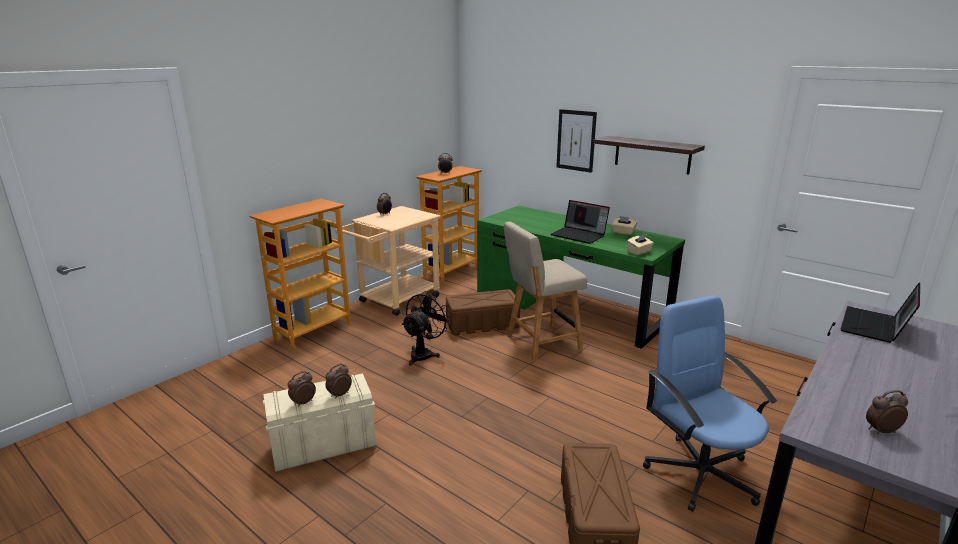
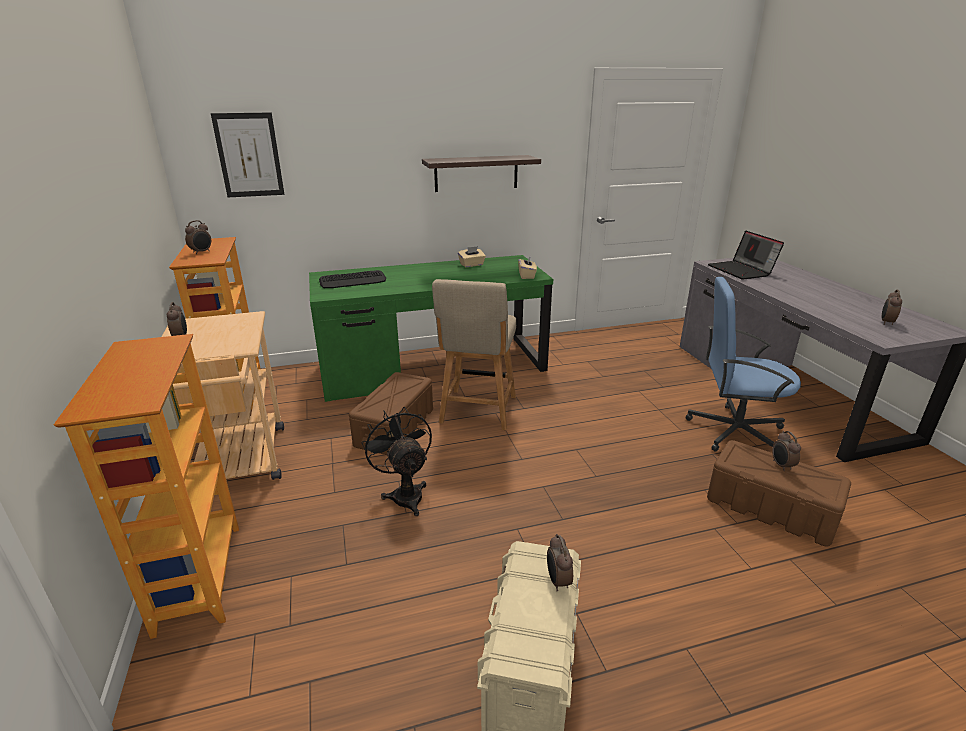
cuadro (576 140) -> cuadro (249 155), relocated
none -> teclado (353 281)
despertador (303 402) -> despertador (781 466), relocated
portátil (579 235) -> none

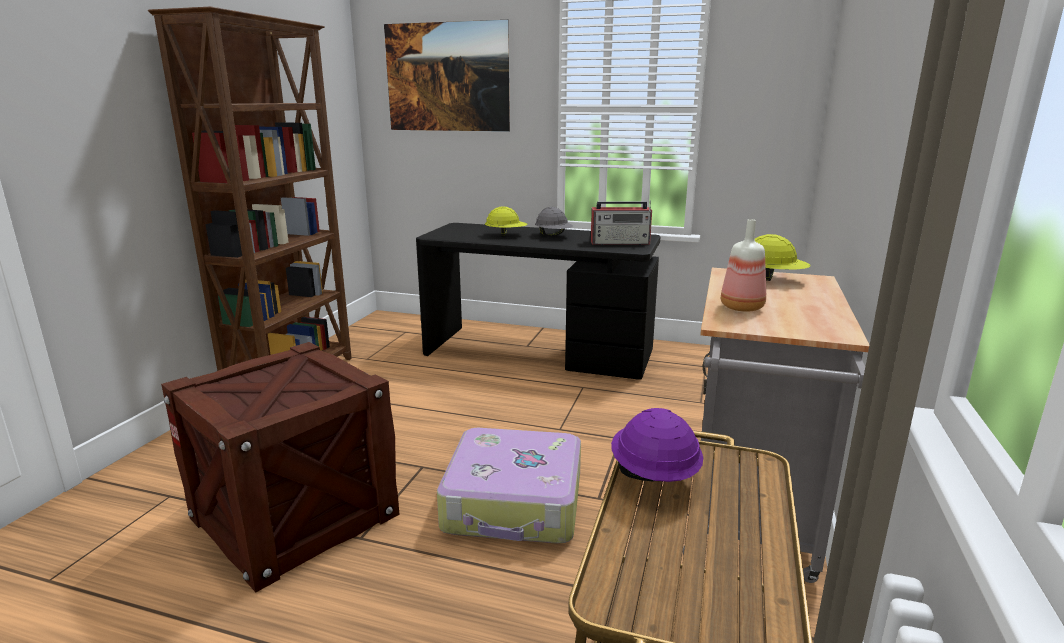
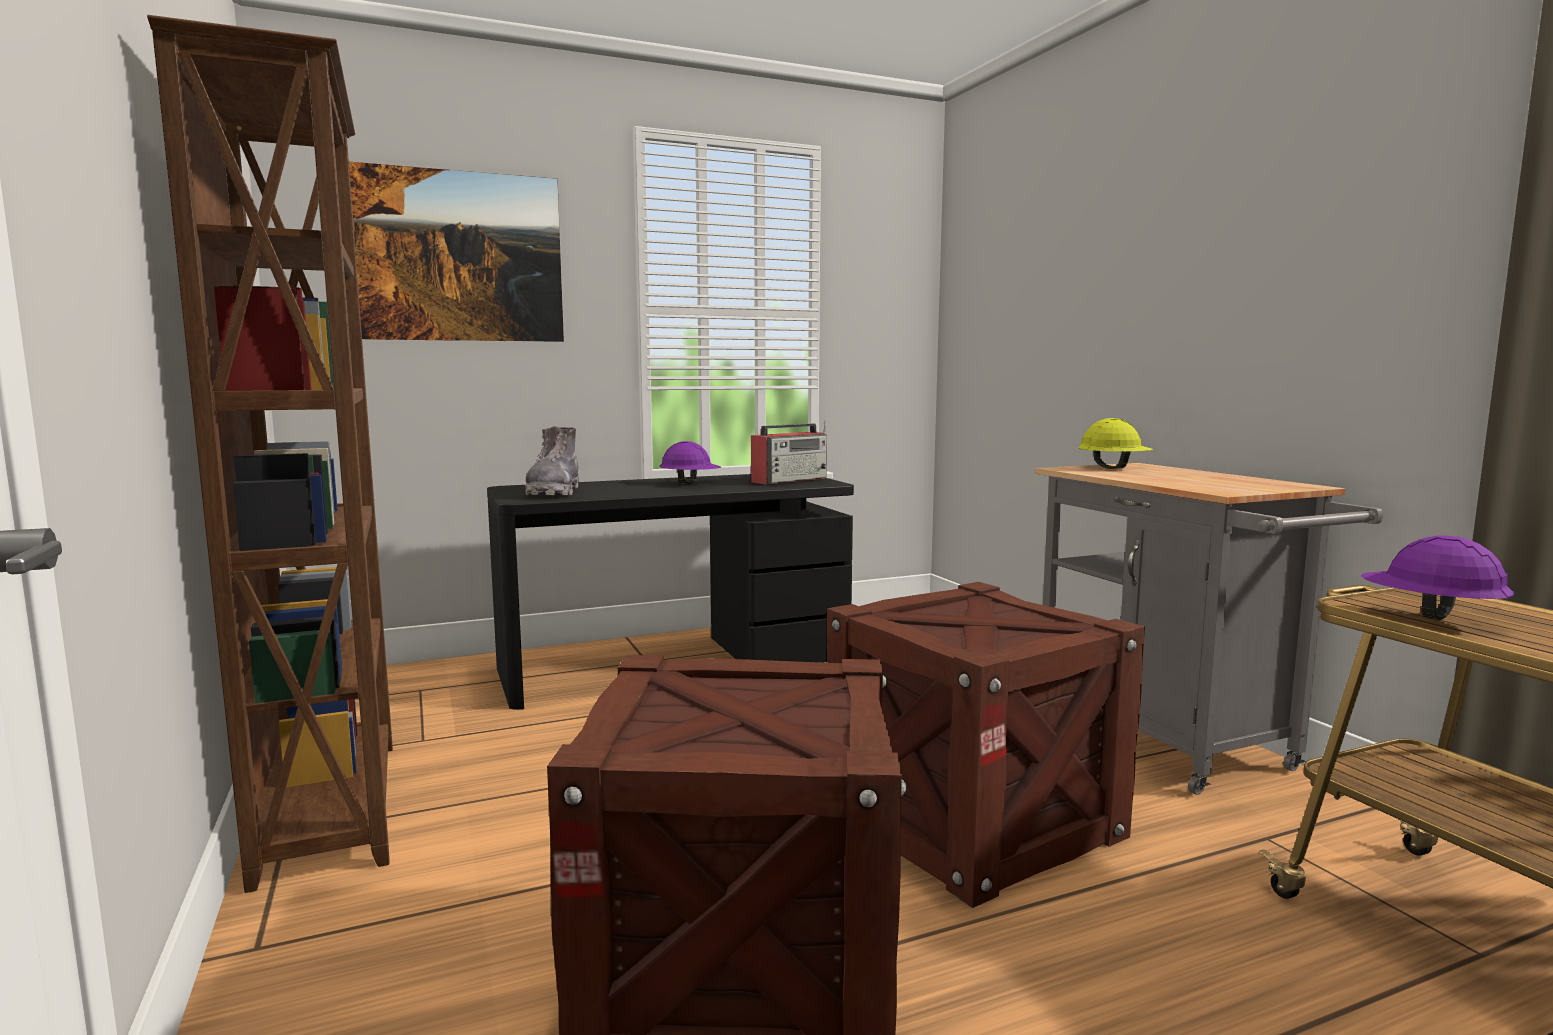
none -> bota (gris) (554 492)
casco (gris) (553 236) -> casco (morado) (690 483)
maleta (515 503) -> caja de embalaje (971 820)
casco (amarillo) (506 235) -> none
botella (742 307) -> none

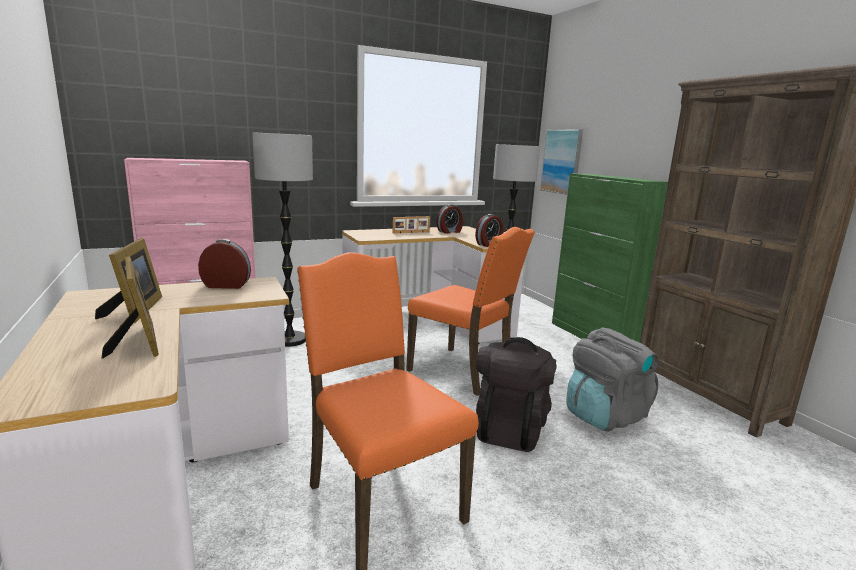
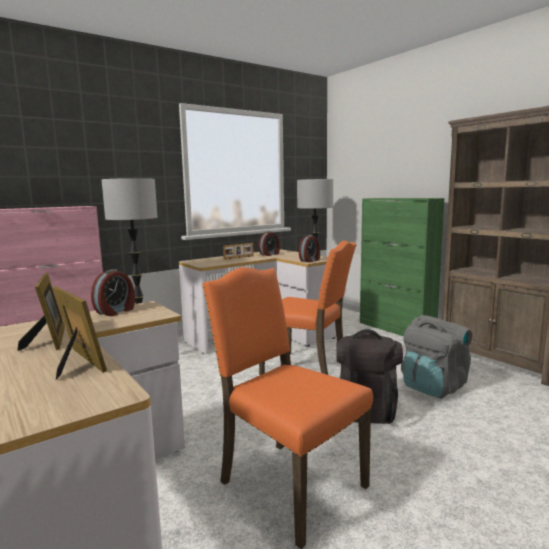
despertador (226 285) -> despertador (116 311), 135 degrees clockwise
cuadro (562 161) -> none

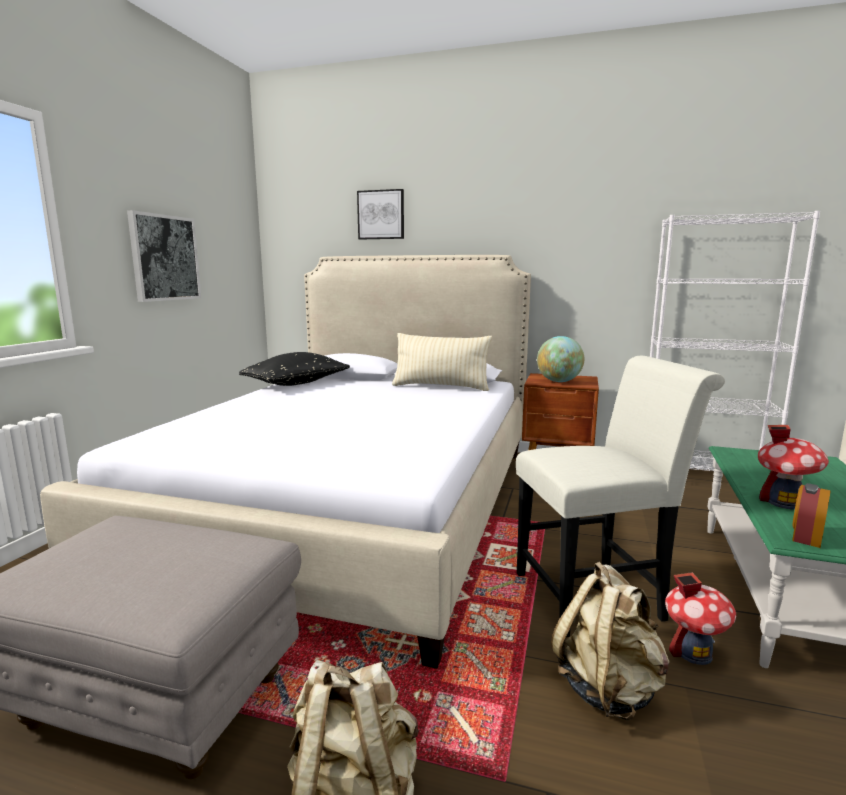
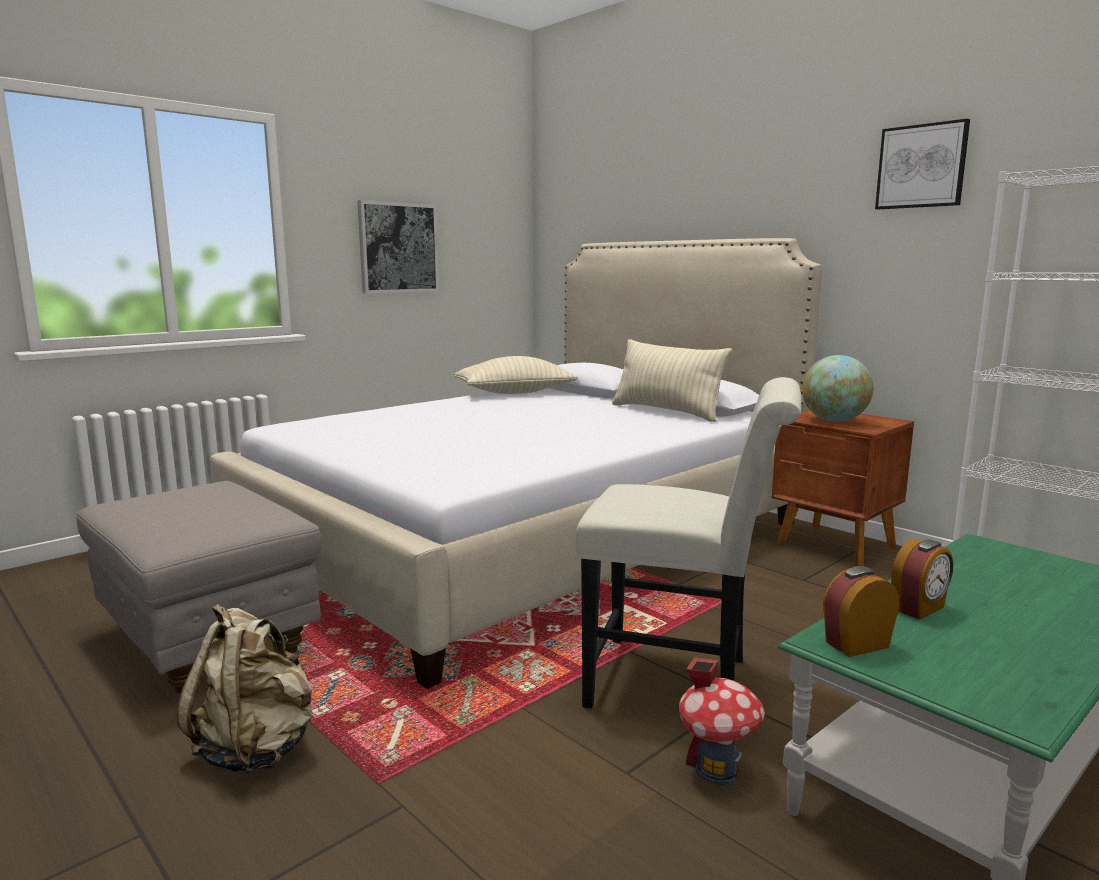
cojín (negro) (297 383) -> cojín (beis) (515 393)
cuadro (381 215) -> cuadro (921 166), relocated
casita (784 502) -> despertador (918 608)
mochila (beis) (608 687) -> none

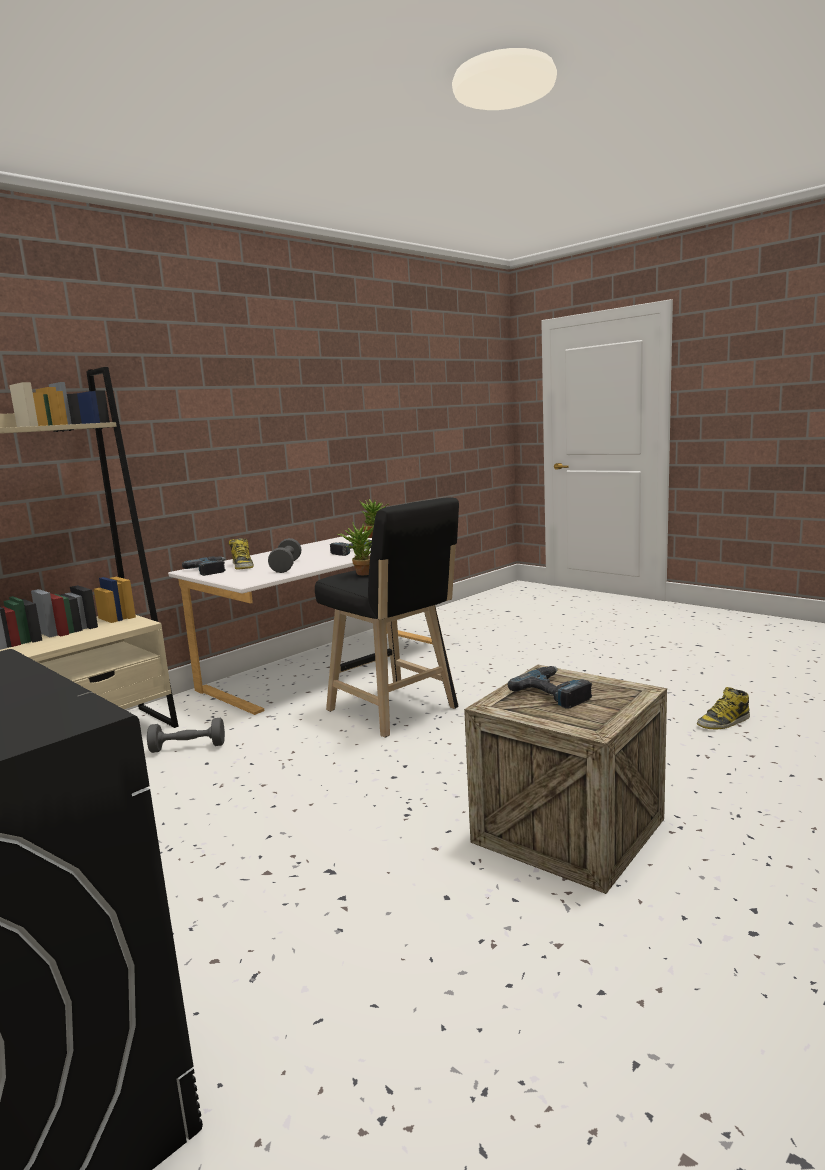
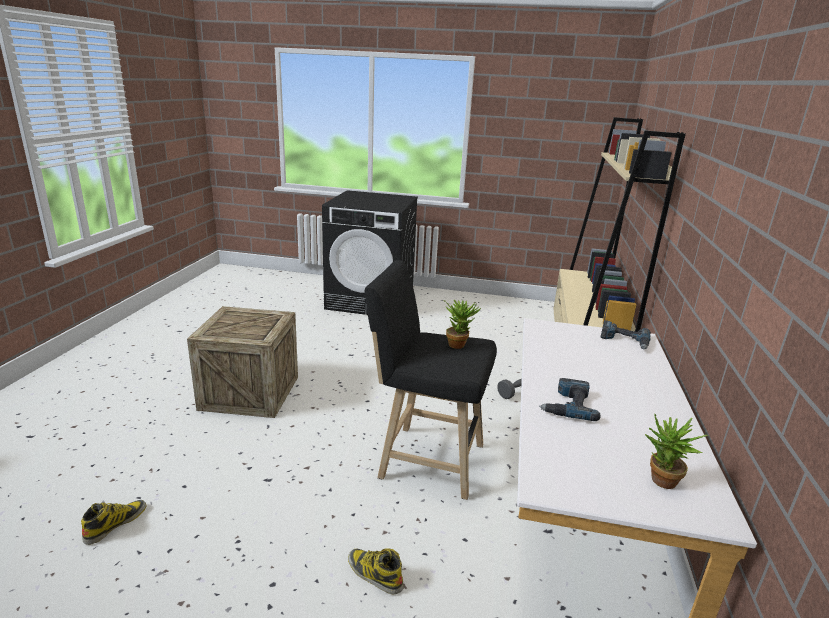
bota (242 566) -> bota (374 574), relocated
mancuerna (gris) (286 566) -> none
taladro (555 692) -> none

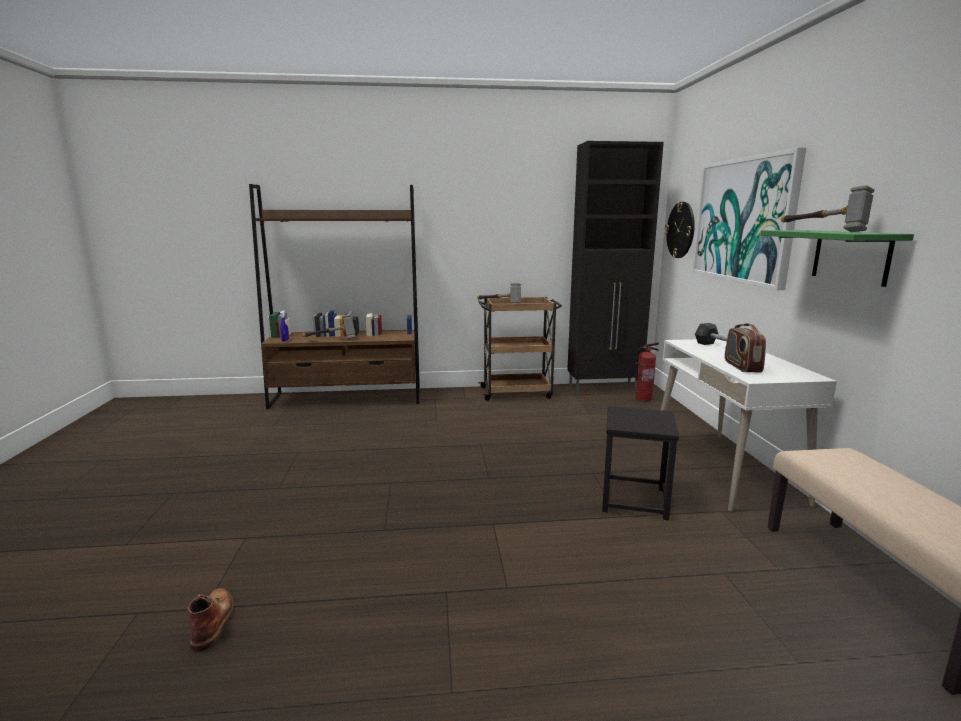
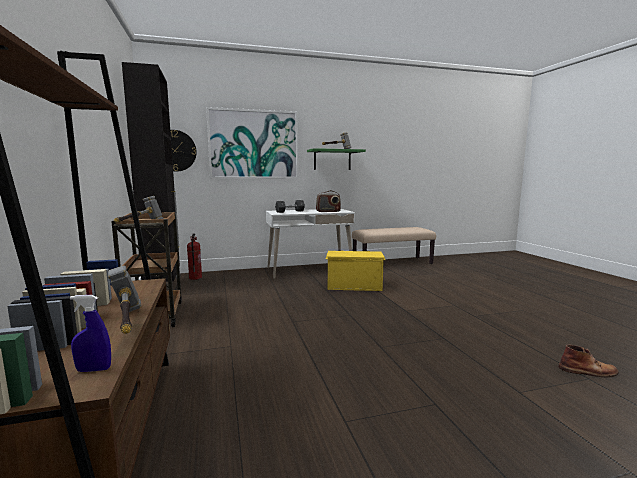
taburete (negro) (633 499) -> caja de almacenaje (amarillo) (354 285)
bota (marrón) (213 620) -> bota (marrón) (588 371), 150 degrees counterclockwise

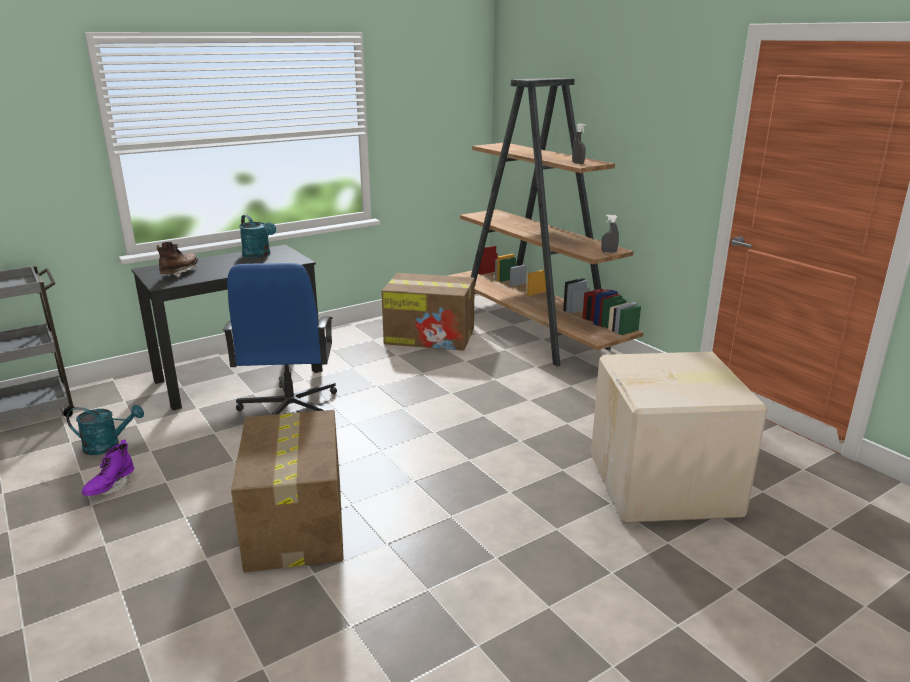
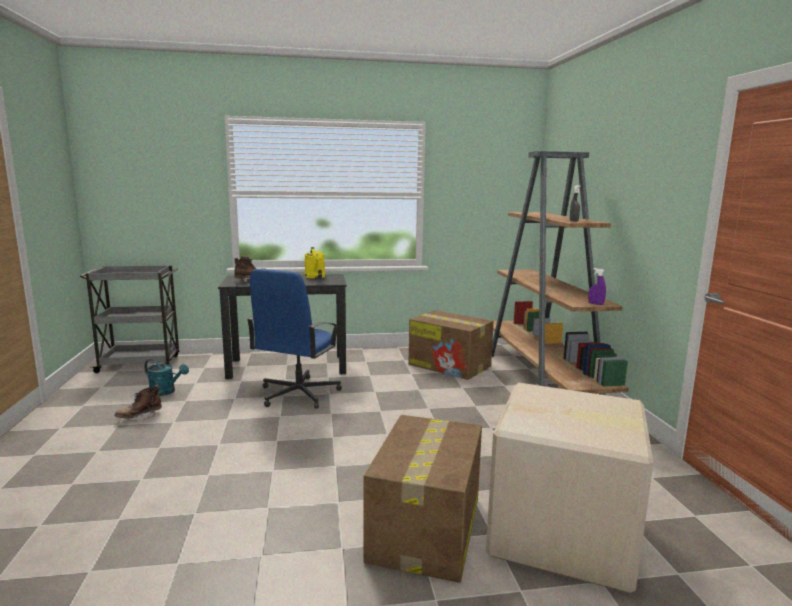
bota (morado) (110 487) -> bota (marrón) (139 417)
regadera (turquesa) (259 255) -> regadera (amarillo) (315 277)
caja de cartón (296 524) -> caja de cartón (425 530), relocated
pulverizador (gris) (609 252) -> pulverizador (morado) (596 304)

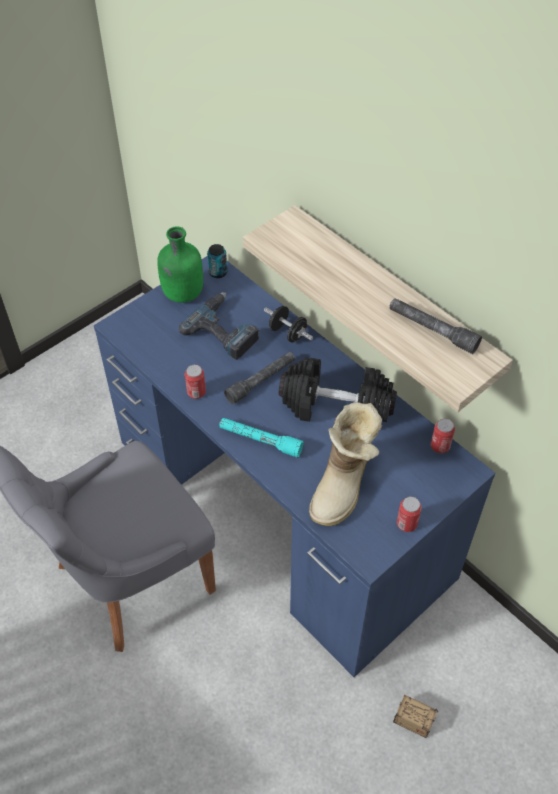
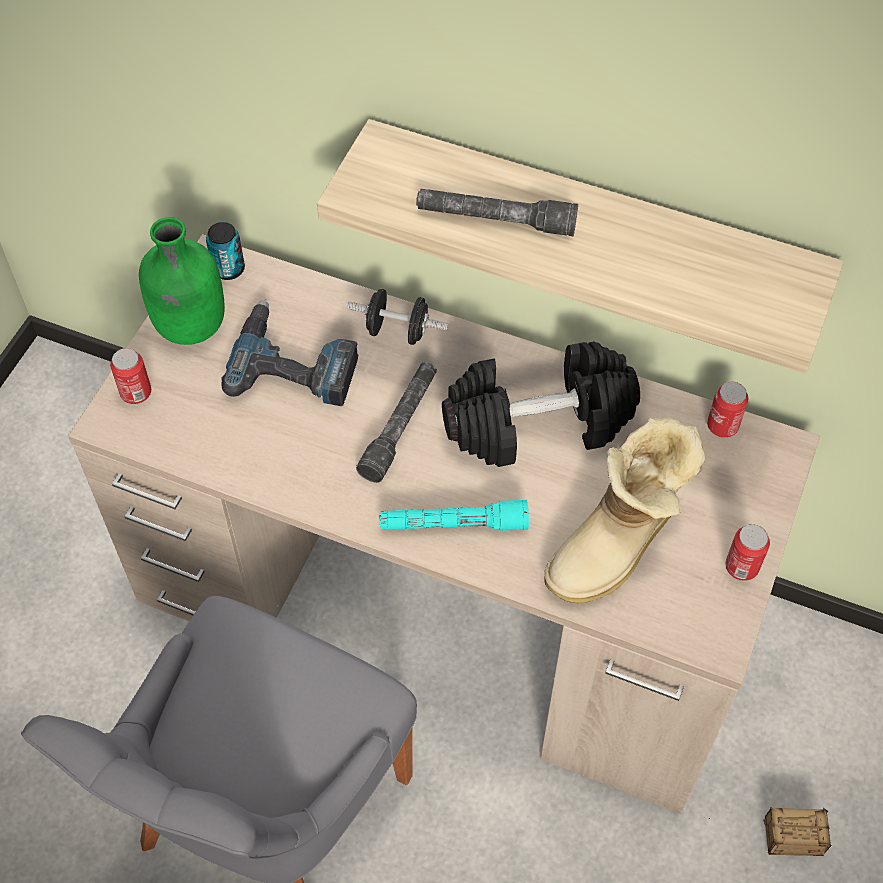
escritorio (azul) (281 509) -> escritorio (beis) (444 603)
lata (196 392) -> lata (136 393), relocated
linterna (gris) (432 330) -> linterna (gris) (495 220), relocated
bota (344 485) -> bota (619 545), 45 degrees clockwise

